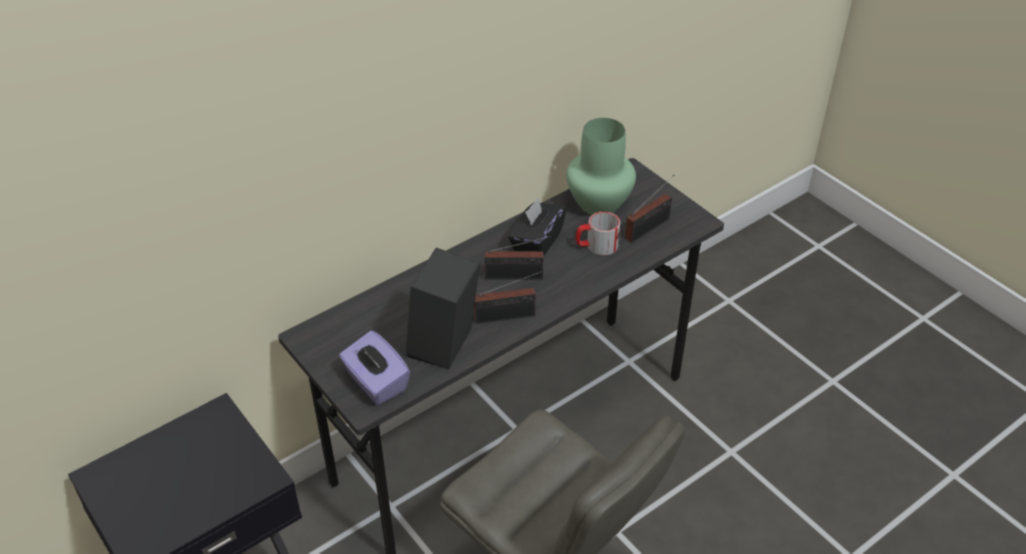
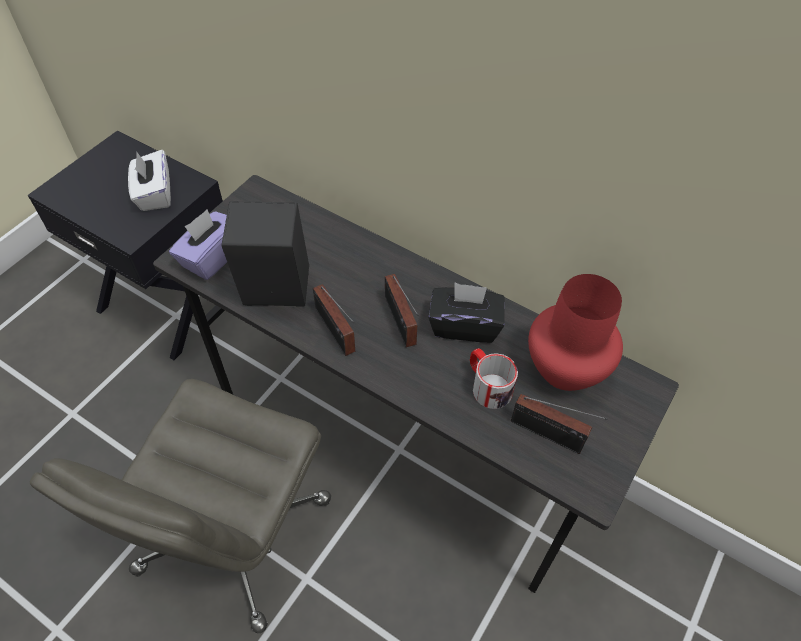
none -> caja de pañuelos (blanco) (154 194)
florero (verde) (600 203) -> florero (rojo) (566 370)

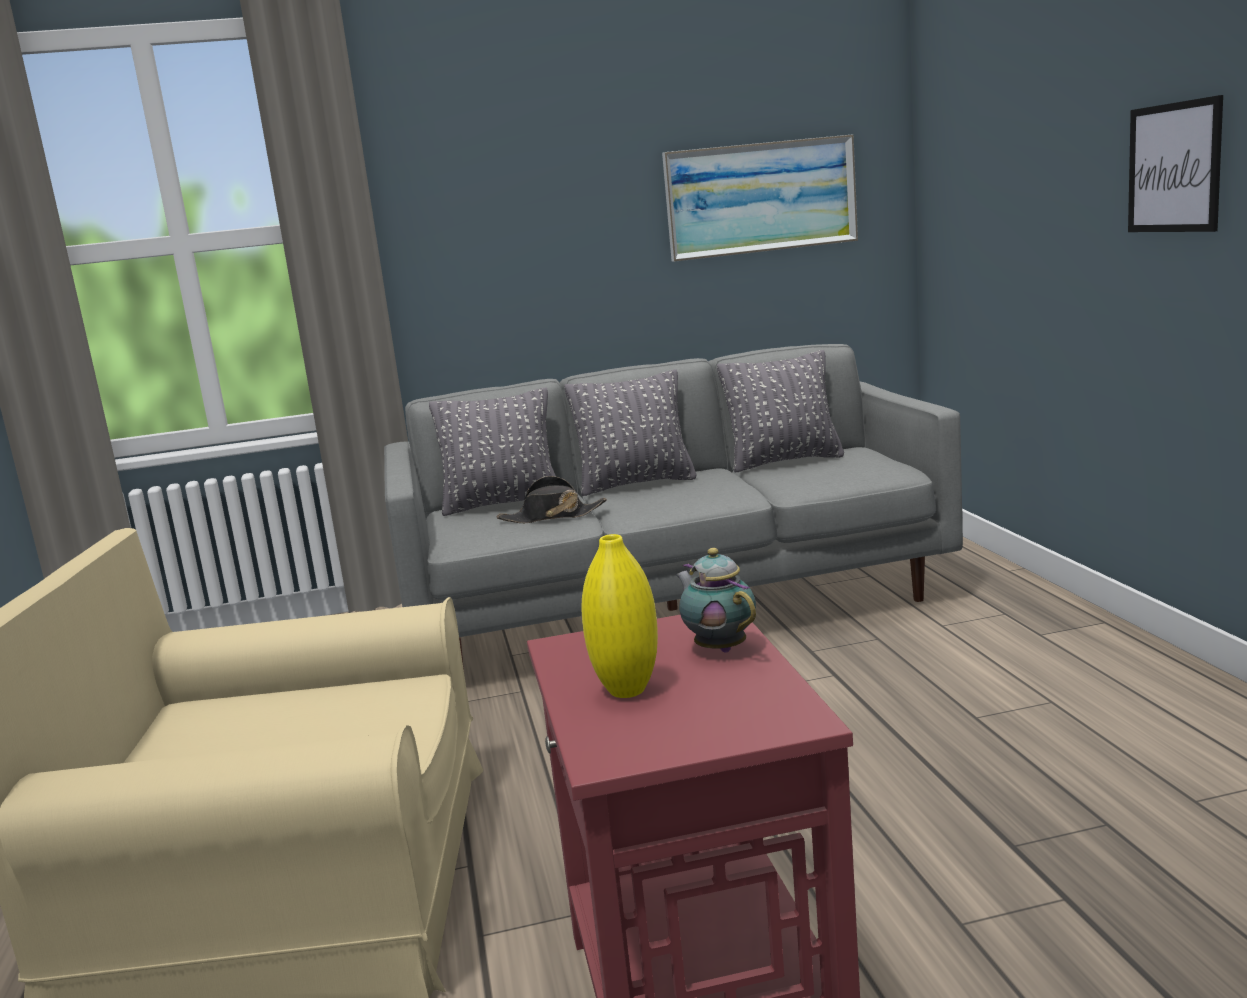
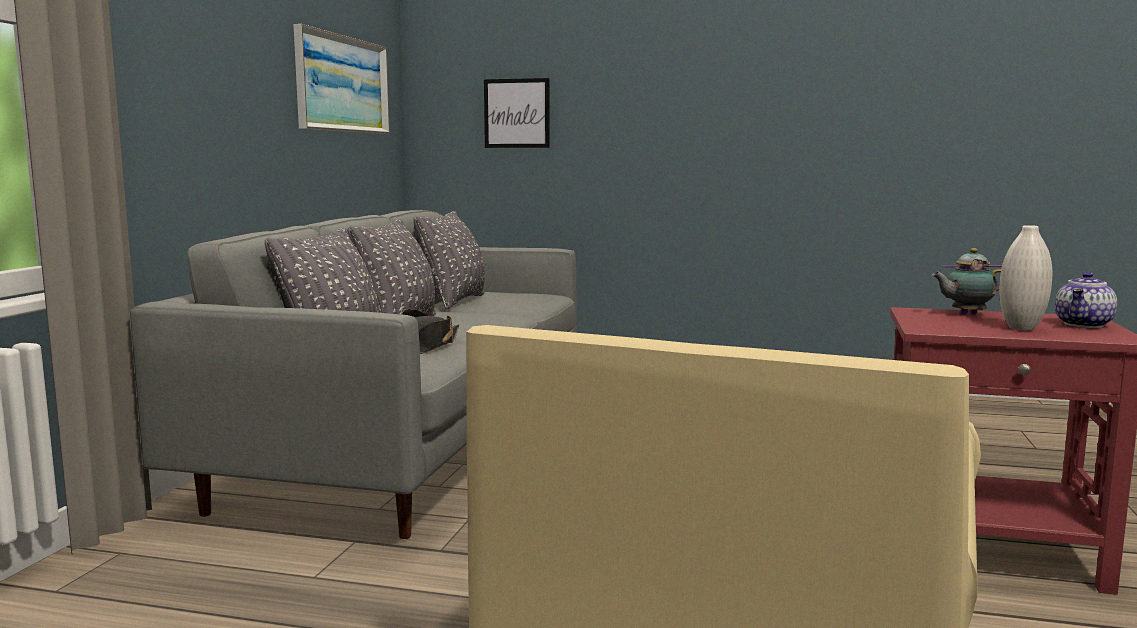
cuadro (1174 168) -> cuadro (517 113), relocated
florero (amarillo) (627 690) -> florero (blanco) (1021 328)
none -> tetera (1084 325)

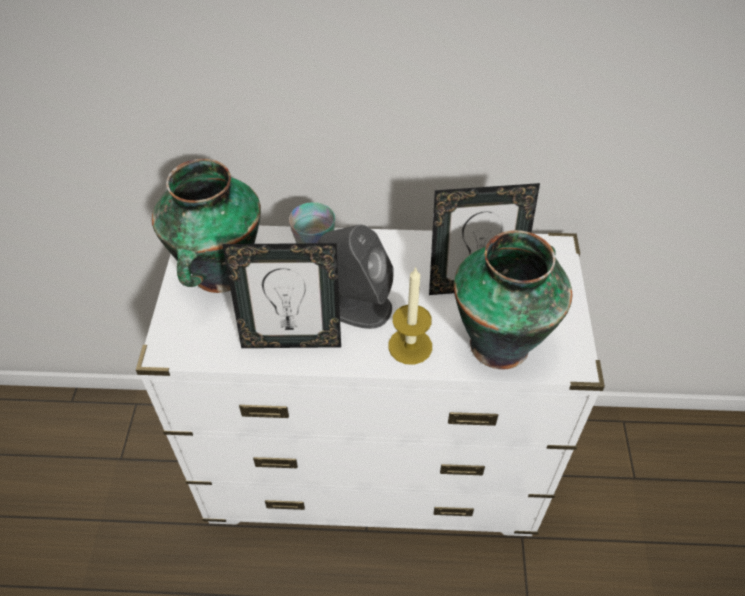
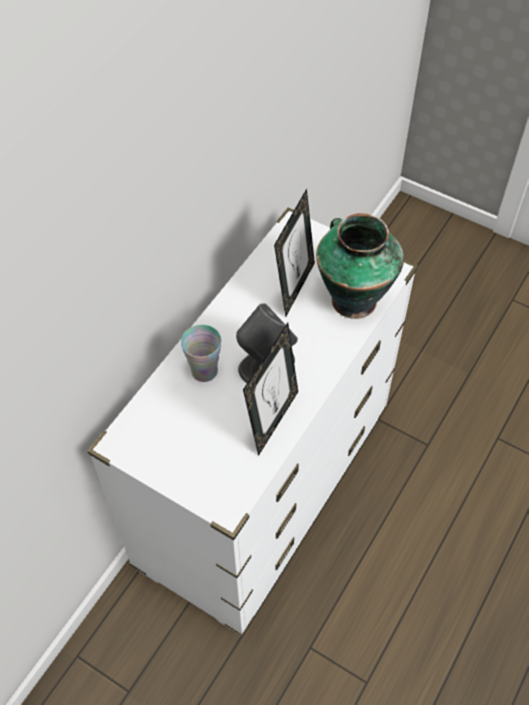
florero (219 275) -> none
vela (410 346) -> none

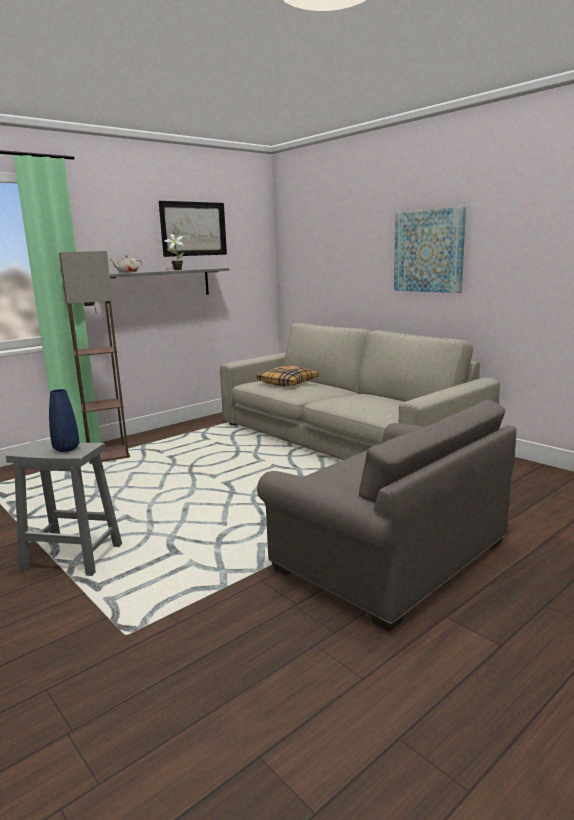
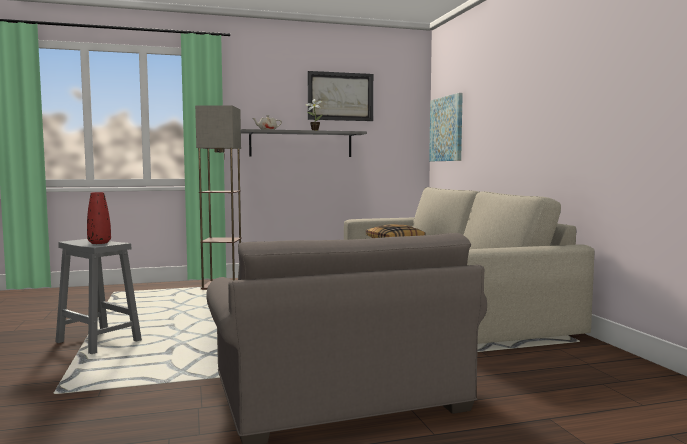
florero (azul) (66 449) -> florero (rojo) (99 243)
cuadro (429 251) -> cuadro (446 129), relocated

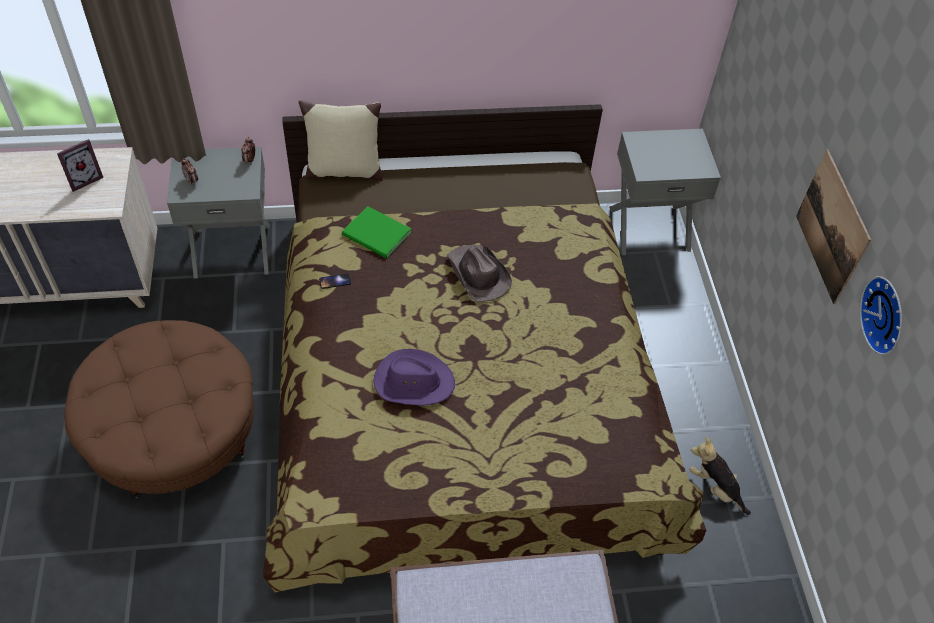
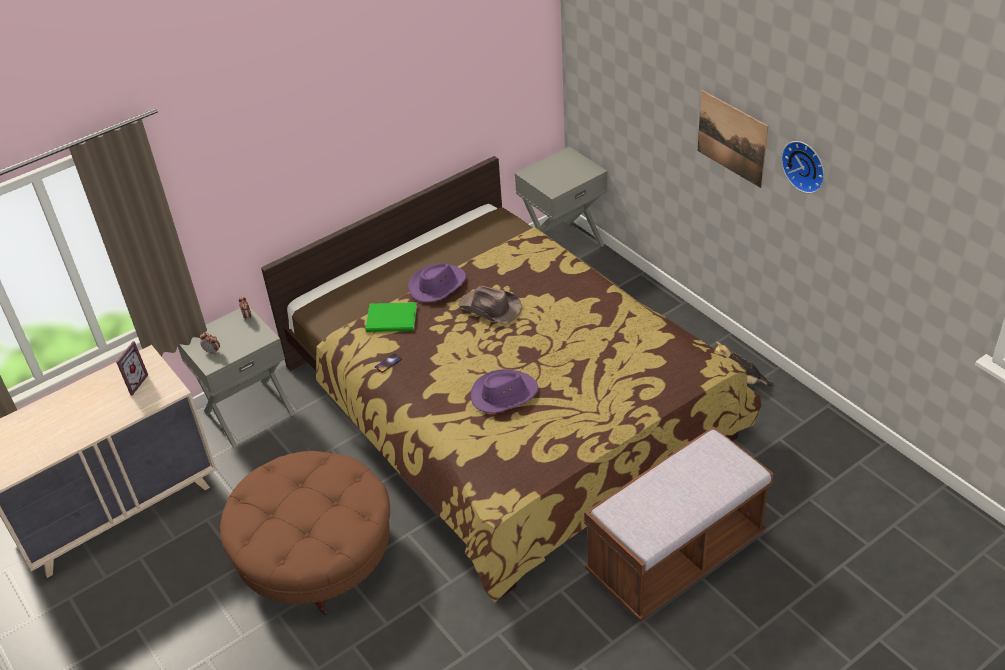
none -> sombrero (morado) (437 285)
cojín (beis) (344 170) -> none

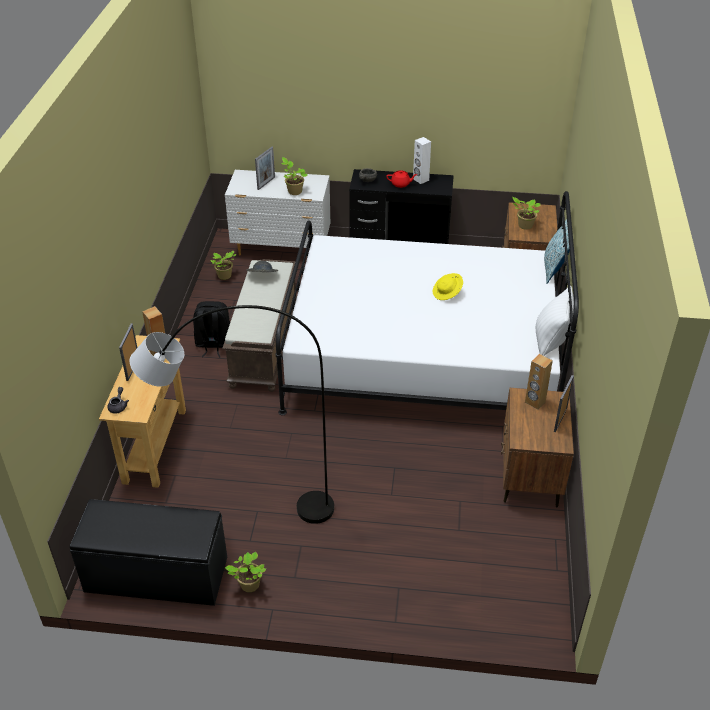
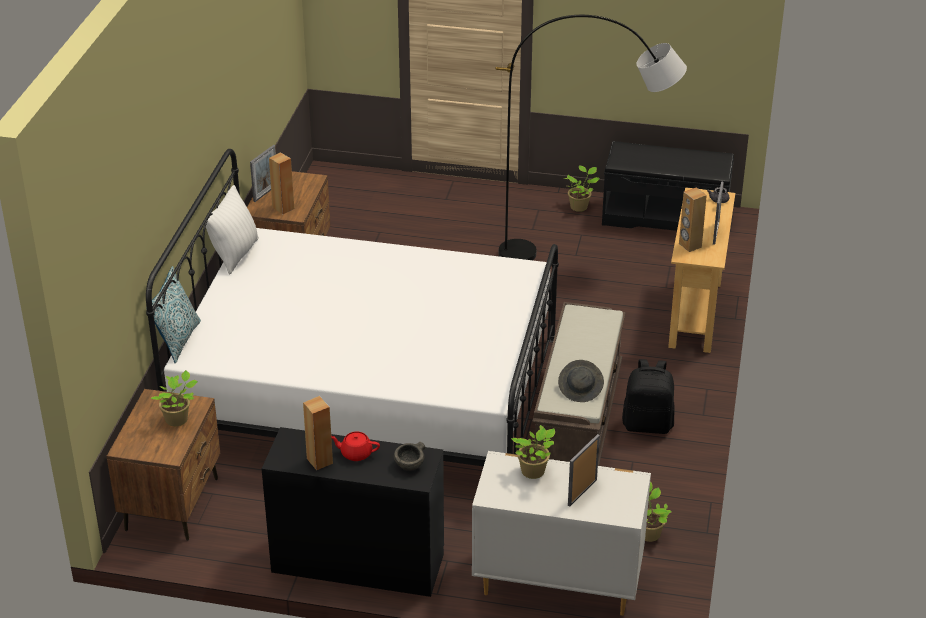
altavoz (blanco) (420 180) -> altavoz (marrón) (320 461)
sombrero (amarillo) (447 293) -> none

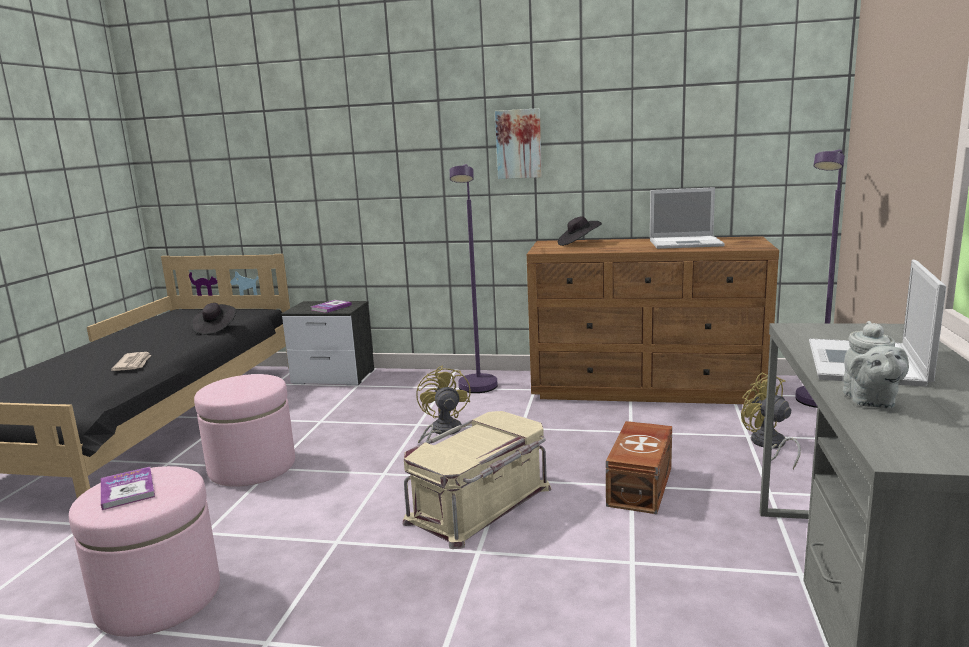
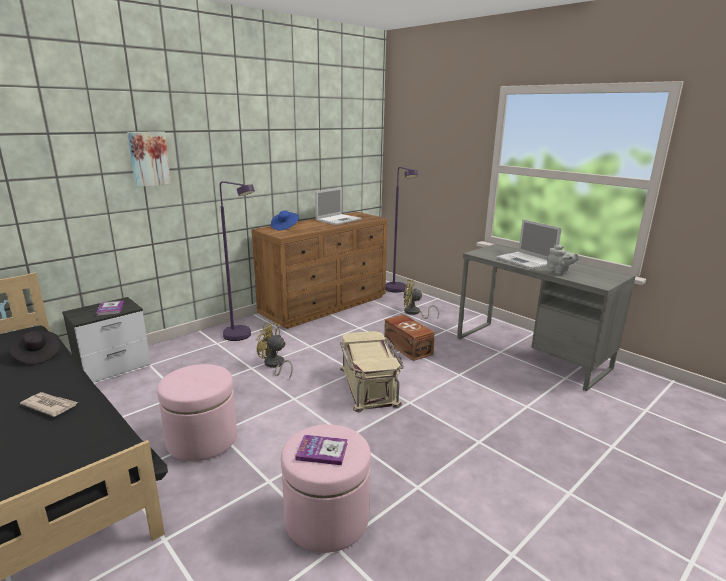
cuadro (519 144) -> cuadro (149 158), relocated
sombrero (negro) (578 243) -> sombrero (azul) (285 227)

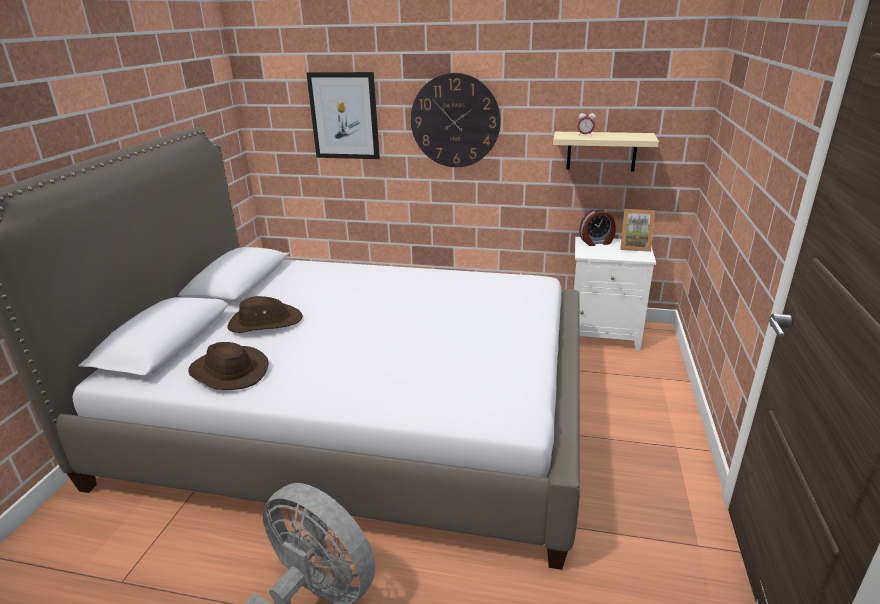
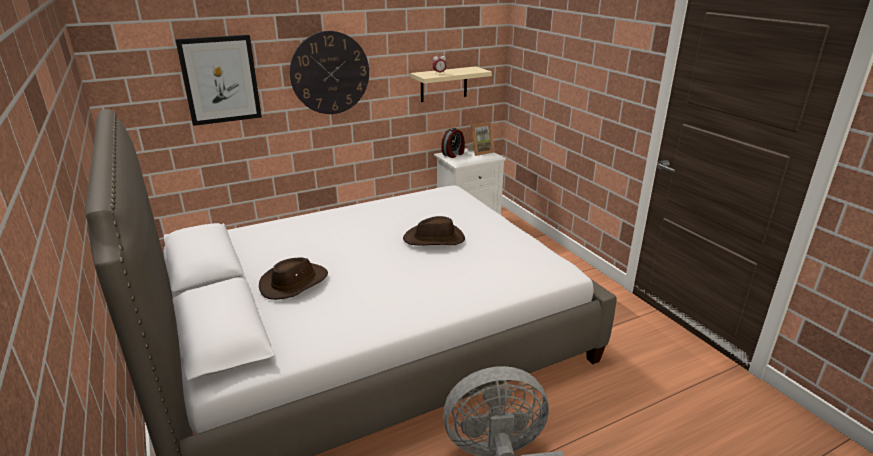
sombrero (marrón) (228 372) -> sombrero (marrón) (434 239), relocated

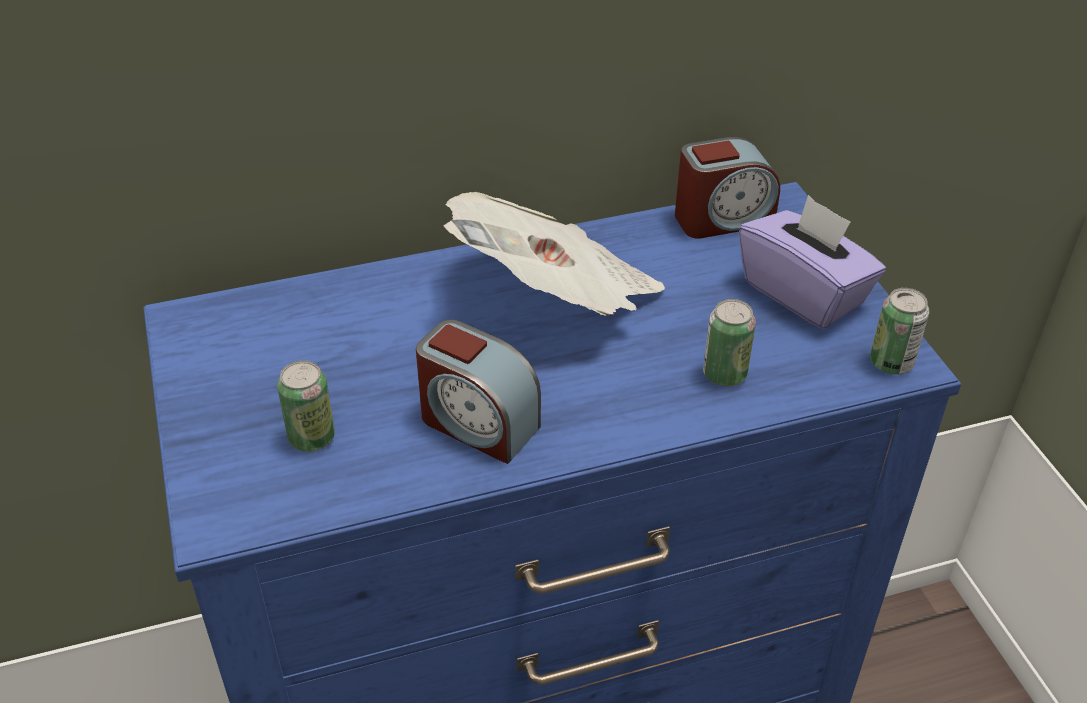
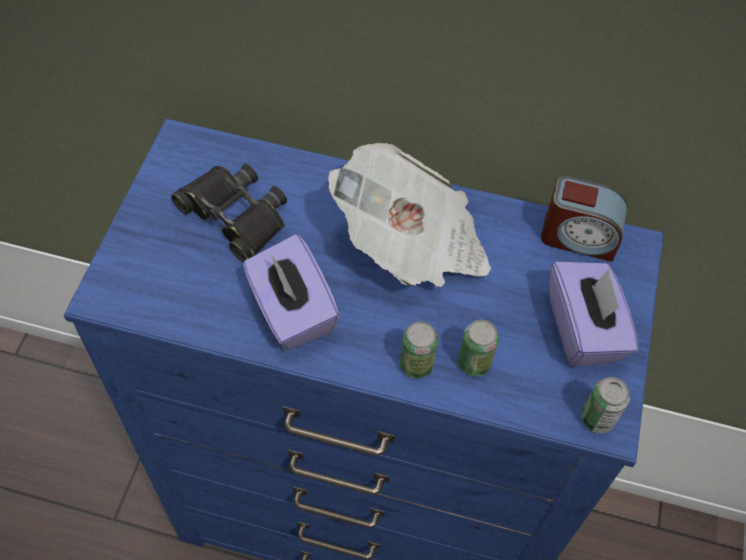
none -> prismáticos (negro) (234 215)
despertador (477 423) -> caja de pañuelos (morado) (291 311)
lata (311 438) -> lata (416 365), relocated

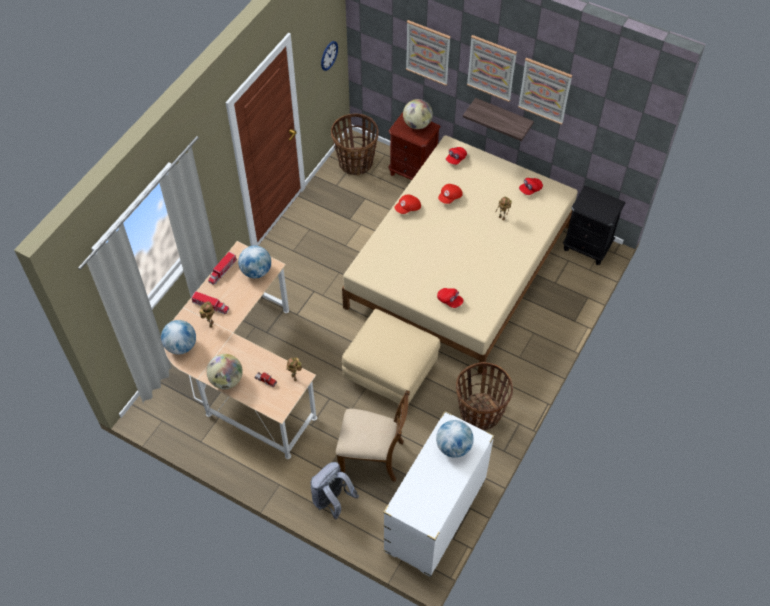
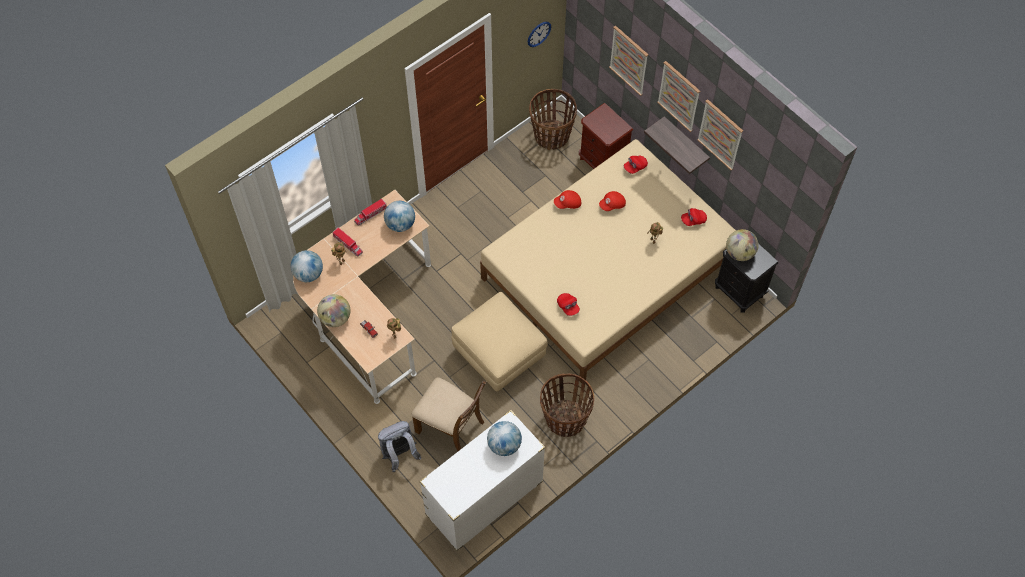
globo terráqueo (417 124) -> globo terráqueo (740 253), relocated

